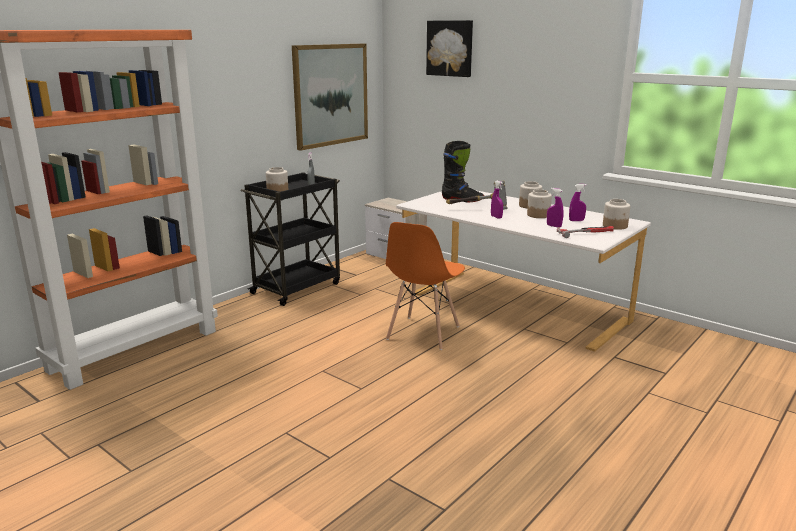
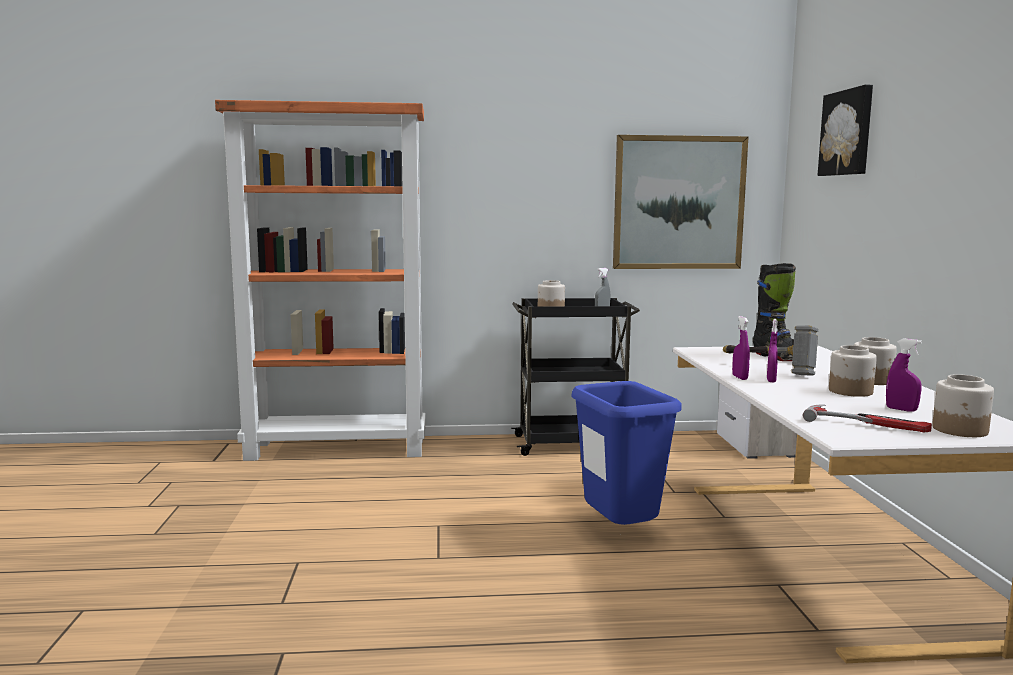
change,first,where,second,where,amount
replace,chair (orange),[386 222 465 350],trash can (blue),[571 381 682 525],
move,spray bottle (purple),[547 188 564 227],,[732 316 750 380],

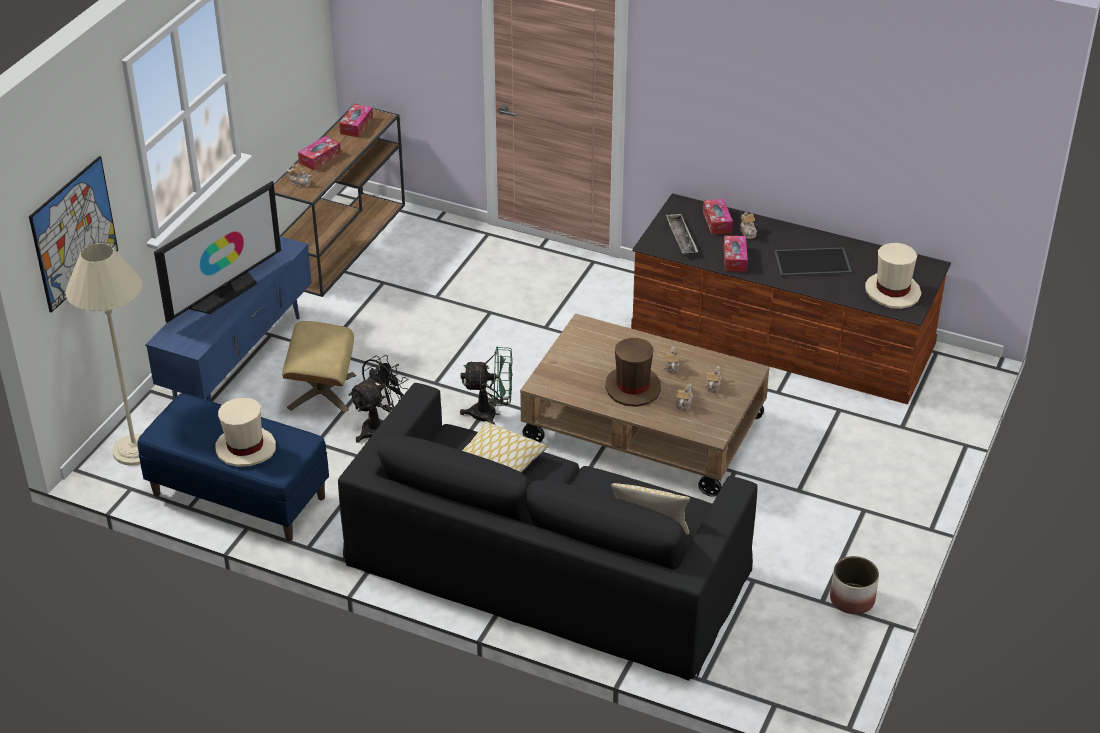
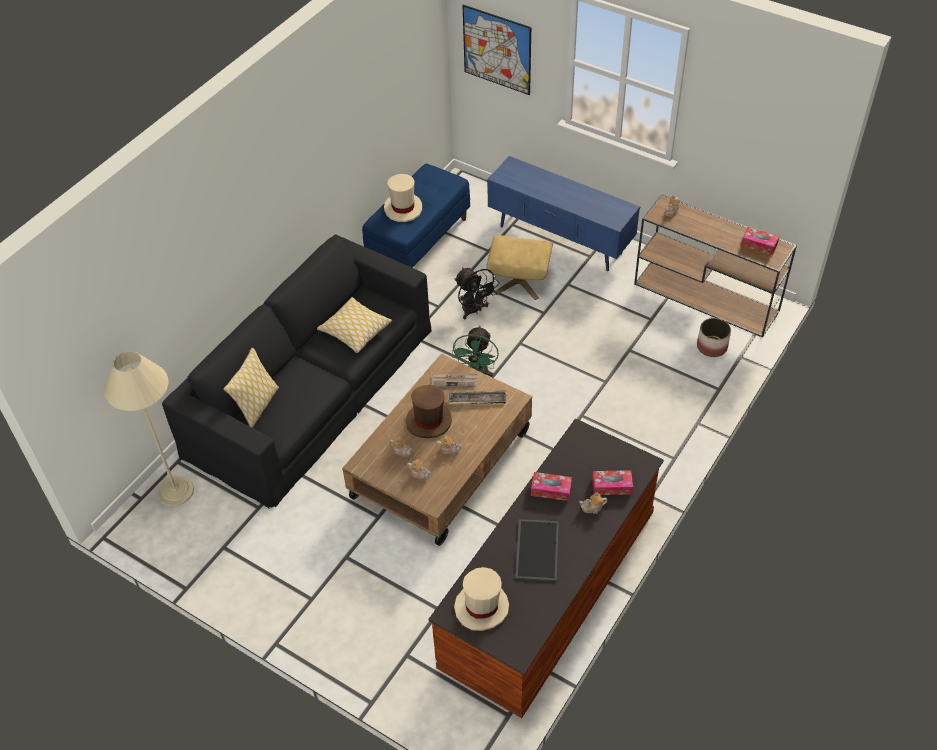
change,first,where,second,where,amount
move,floor lamp (beige),[65 243 142 465],,[104 351 194 506],
delete,television,[154 181 281 323],,,
delete,tissue box,[298 136 341 170],,,
move,tray,[666 214 698 255],,[448 390 507 404],
move,planter,[830 556 879 614],,[697 318 731 357],
insert,,,newspaper,[431 374 477 387],

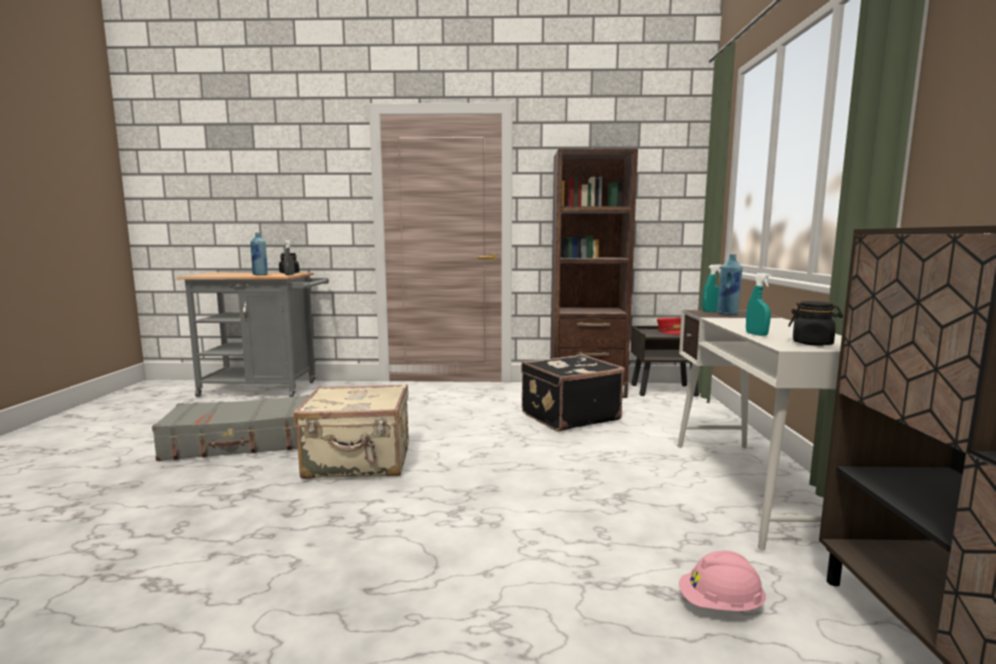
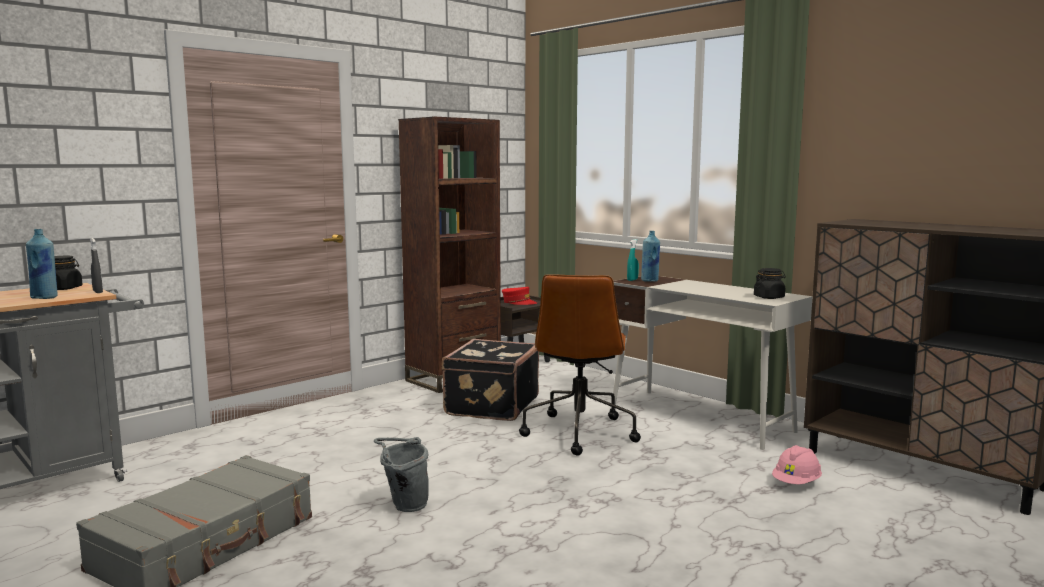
change,first,where,second,where,amount
replace,suitcase (beige),[293 384 409 479],bucket (grey),[374 437 429 512],
delete,spray bottle (turquoise),[746 273 771 336],,,
insert,,,office chair (brown),[519 274 641 456],

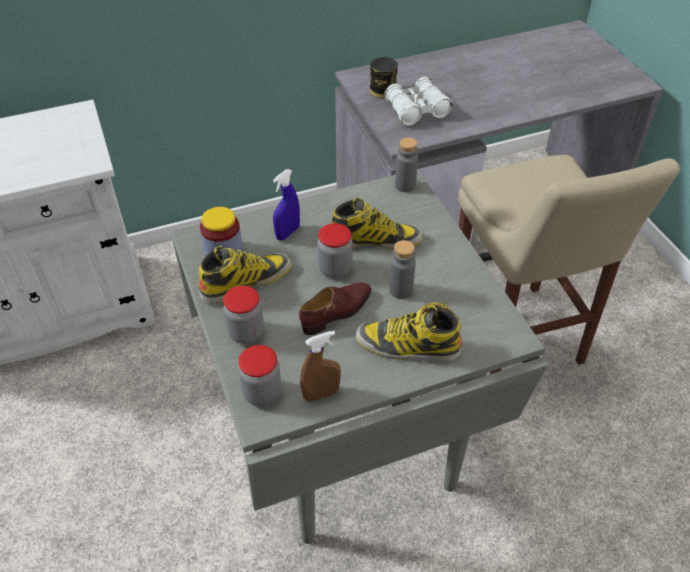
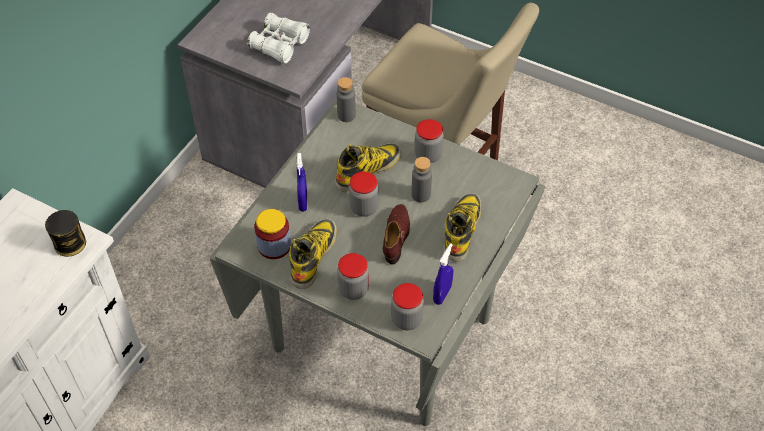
change,first,where,second,where,amount
recolor,spray bottle (brown),[300 331 341 402],spray bottle (blue),[433 243 453 305],
rotate,boot,[356 302 462 362],,[444 193 481 262],135 degrees clockwise
move,can,[369 57 398 98],,[45 210 86 257],
insert,,,jar,[415 119 444 163],

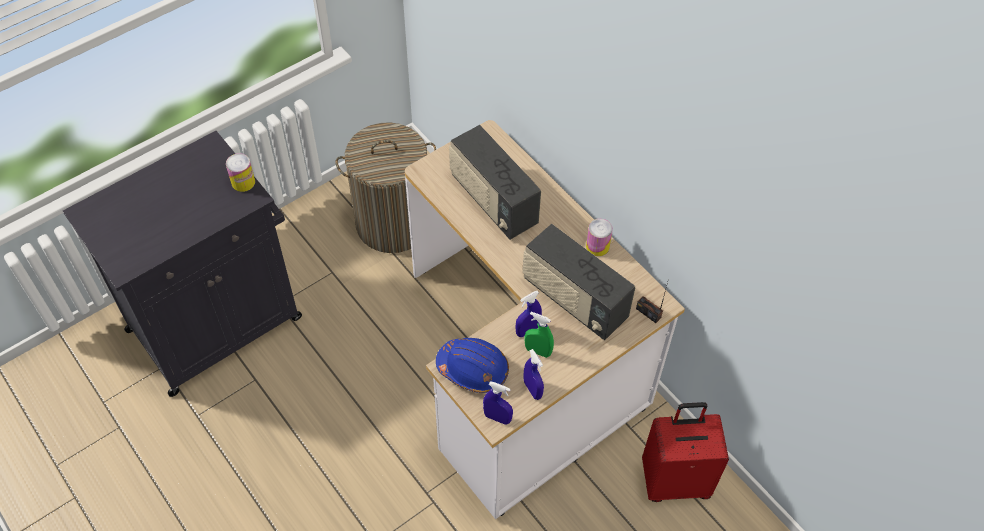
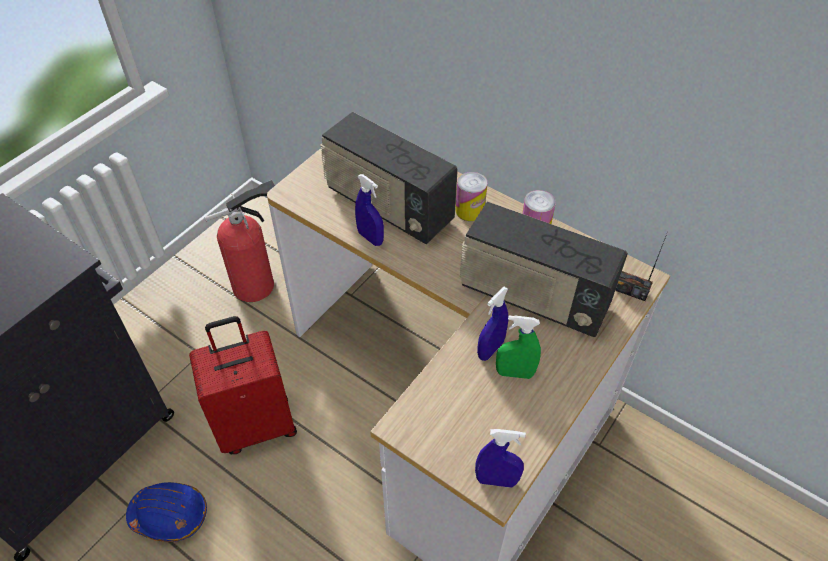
change,first,where,second,where,amount
move,can,[226 153 255 192],,[455 172 488 221],
replace,laundry basket,[336 122 436 253],fire extinguisher,[205 180 275 302],
move,hard hat (blue),[436 338 509 393],,[126 482 207 542],
move,spray bottle (blue),[524 349 544 400],,[355 174 384 246],
move,suitcase (red),[642 402 729 502],,[189 316 297 454],

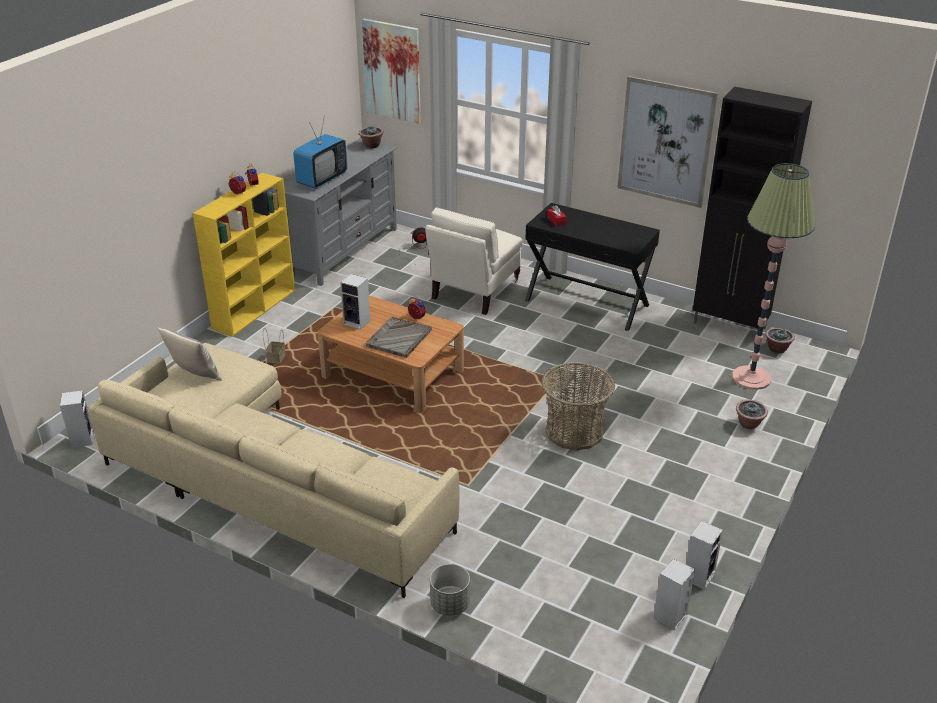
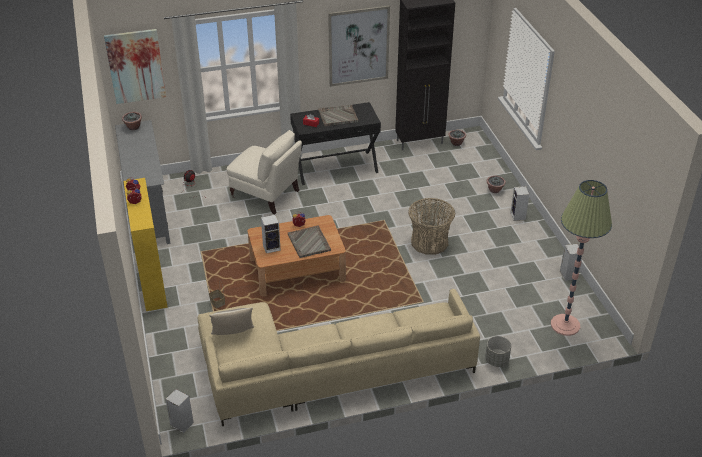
change,first,where,second,where,amount
delete,television,[293 115 347 189],,,
rotate,armchair (beige),[426 207 522 315],,[226 130 302 215],45 degrees counterclockwise
move,speaker,[653 558 695 630],,[511 186 529 221],
move,floor lamp,[732 163 815 390],,[551 180 612 336],
insert,,,tray (grey),[318 105 358 126],

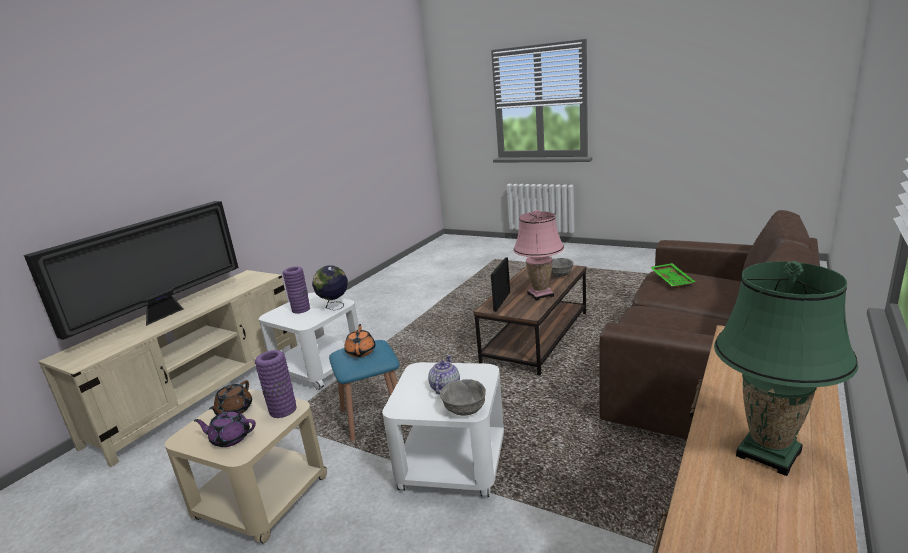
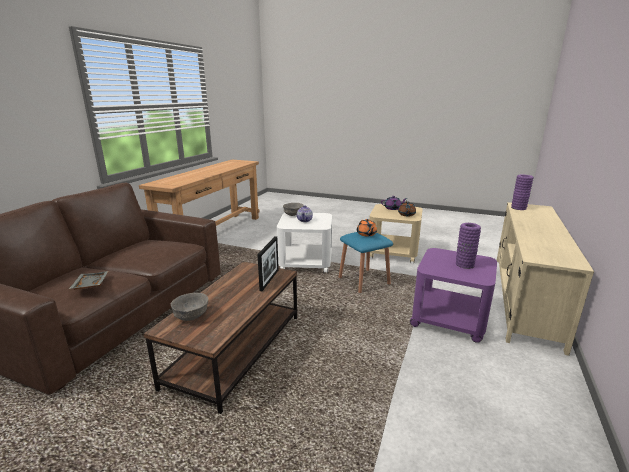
change,first,where,second,where,amount
delete,television,[24 201 239 340],,,
move,vase (purple),[255 350 297 418],,[511 174 534 210],
recolor,side table (white),[259 293 359 390],side table (purple),[410 248 497 343],
delete,globe,[312 265 348 311],,,
delete,table lamp (pink),[513 210 564 301],,,
recolor,tray (green),[650 263 696 288],tray (grey),[69 271 109 290],
delete,table lamp (green),[714 261 858 476],,,

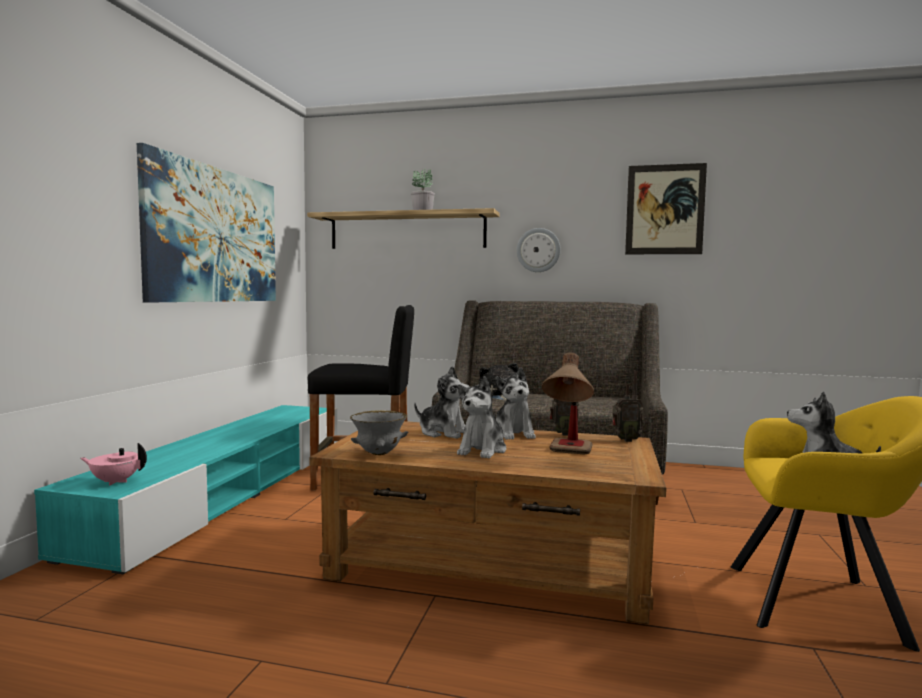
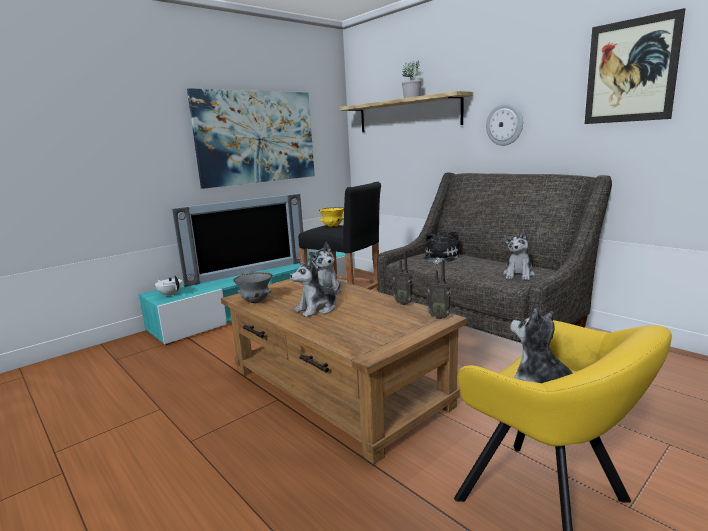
change,first,where,second,where,amount
recolor,teapot (pink),[81 443 147 486],teapot (white),[155 275 182 297],
move,plush toy,[496 368 536 440],,[503 229 535 280],
delete,table lamp,[542 352 594 454],,,
insert,,,television,[171 194 303 287],
insert,,,bowl (yellow),[319 207 344 227],

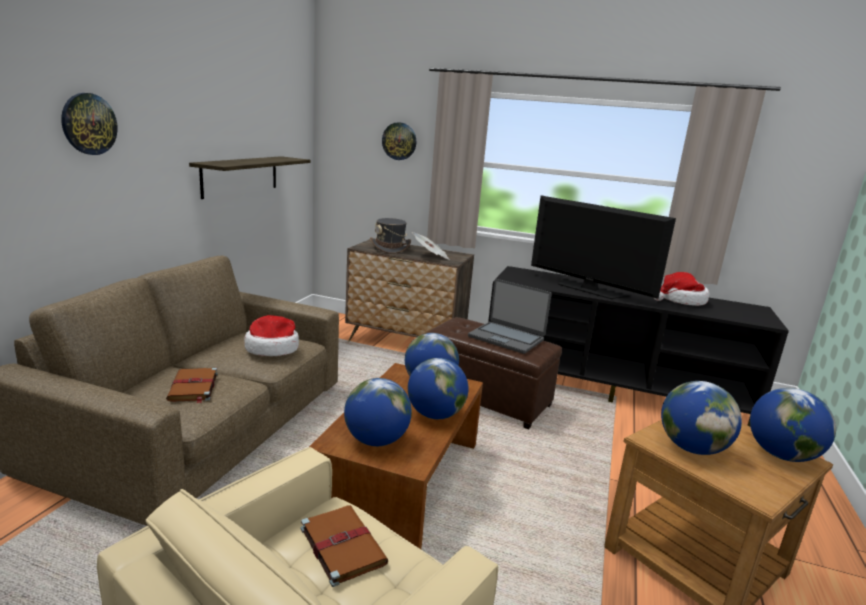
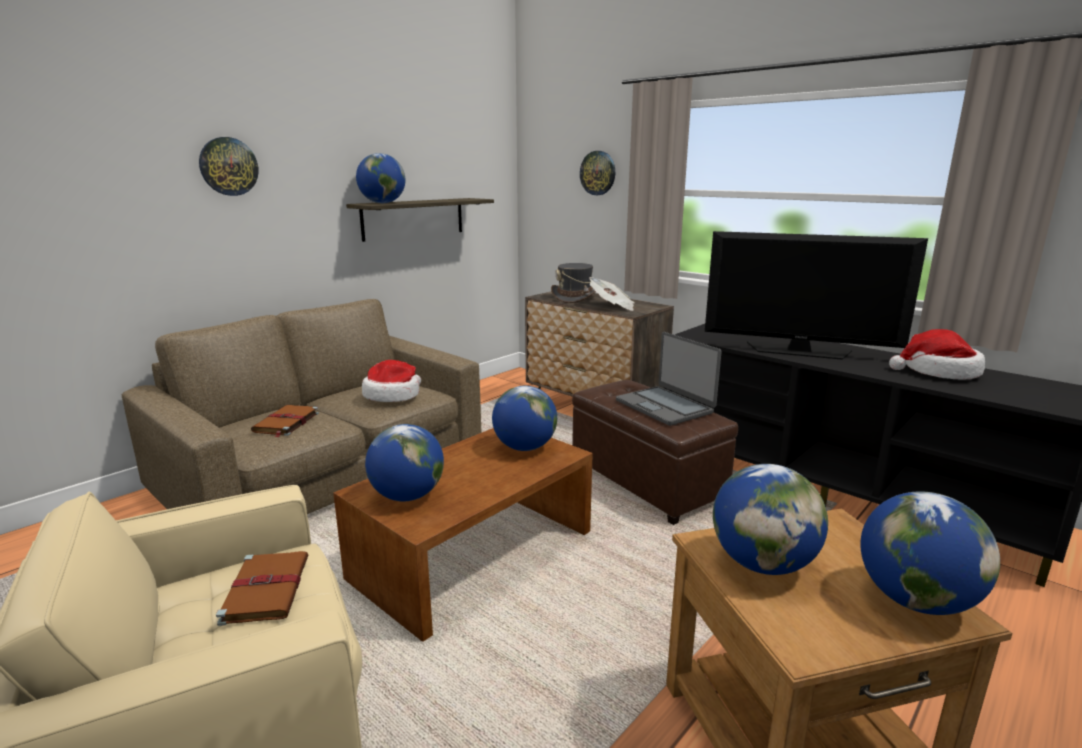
change,first,where,second,where,amount
move,globe,[408 358 468 419],,[356 153 406 203],
rotate,television,[531 196 676 299],,[705 231 928 360],45 degrees counterclockwise

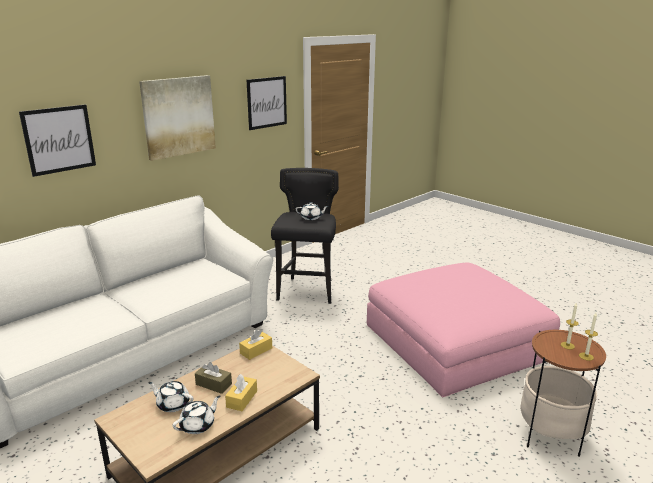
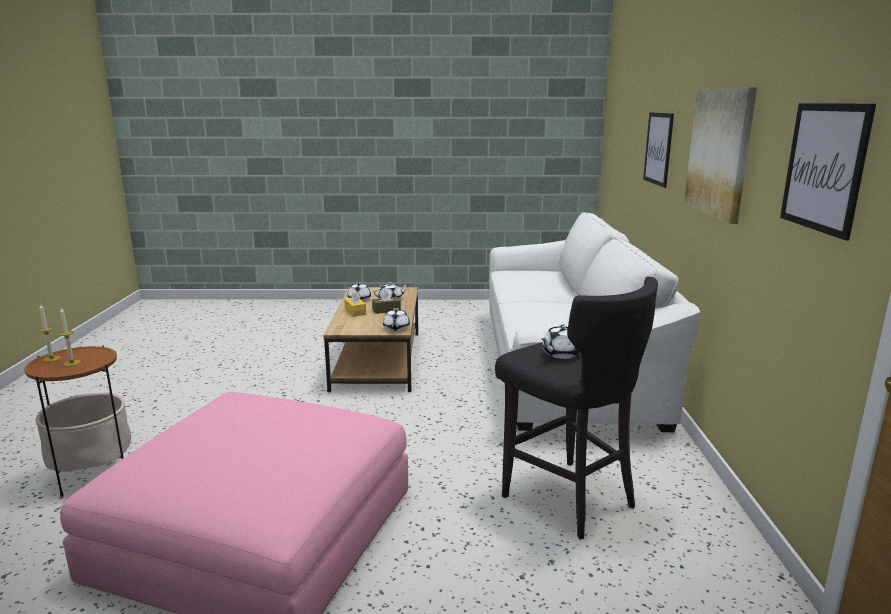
change,first,where,second,where,amount
replace,tissue box (yellow),[239 329 272 360],teapot (white),[383 308 410 331],

